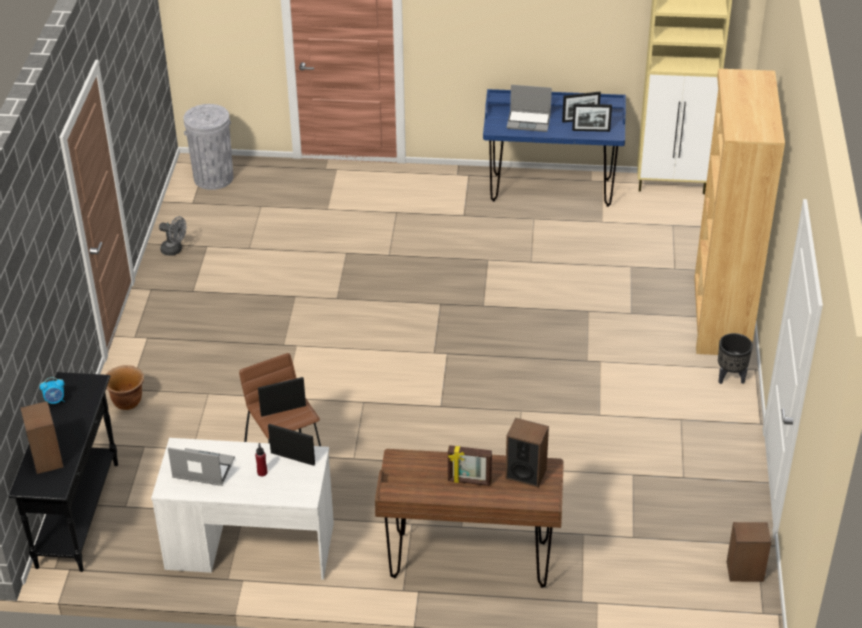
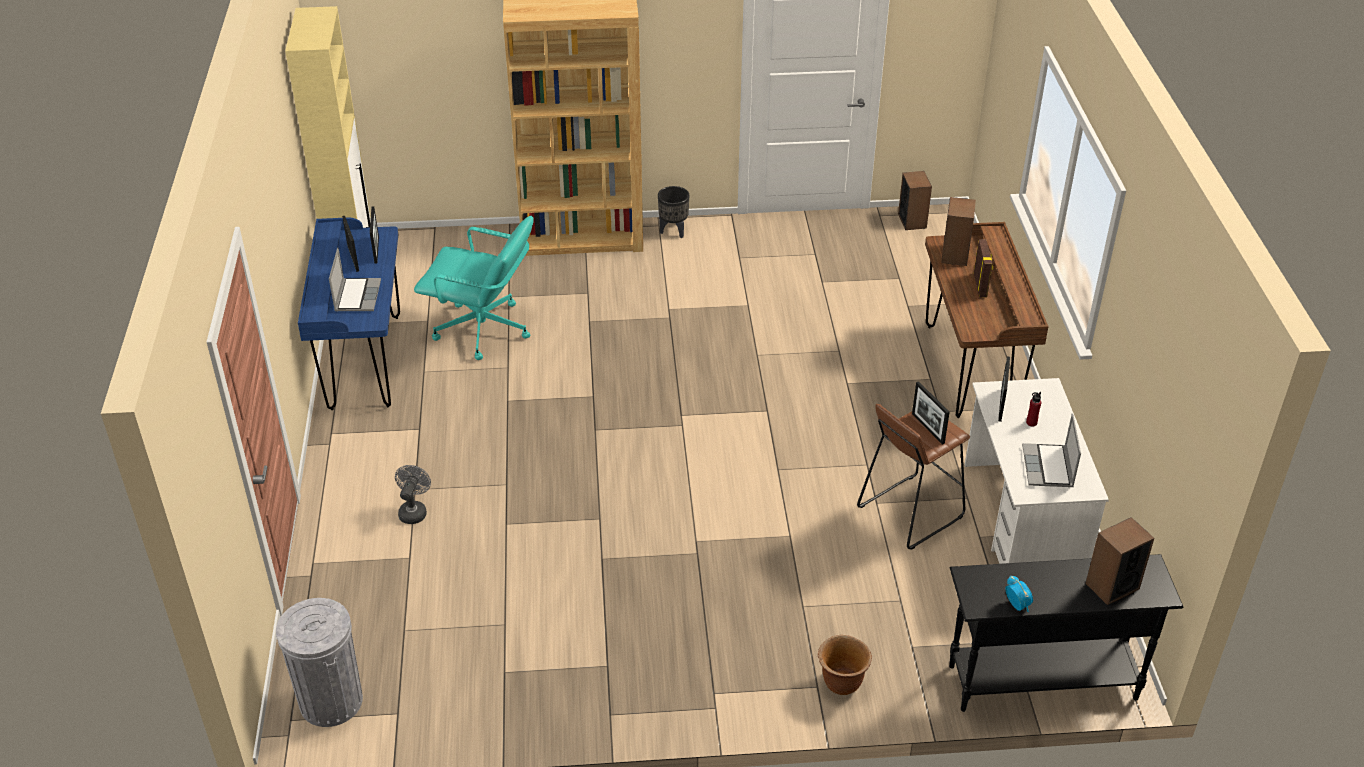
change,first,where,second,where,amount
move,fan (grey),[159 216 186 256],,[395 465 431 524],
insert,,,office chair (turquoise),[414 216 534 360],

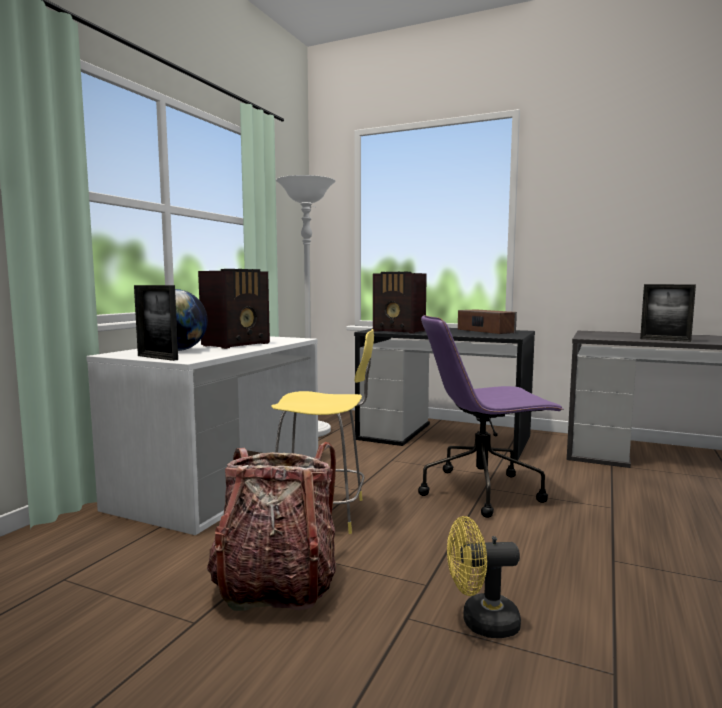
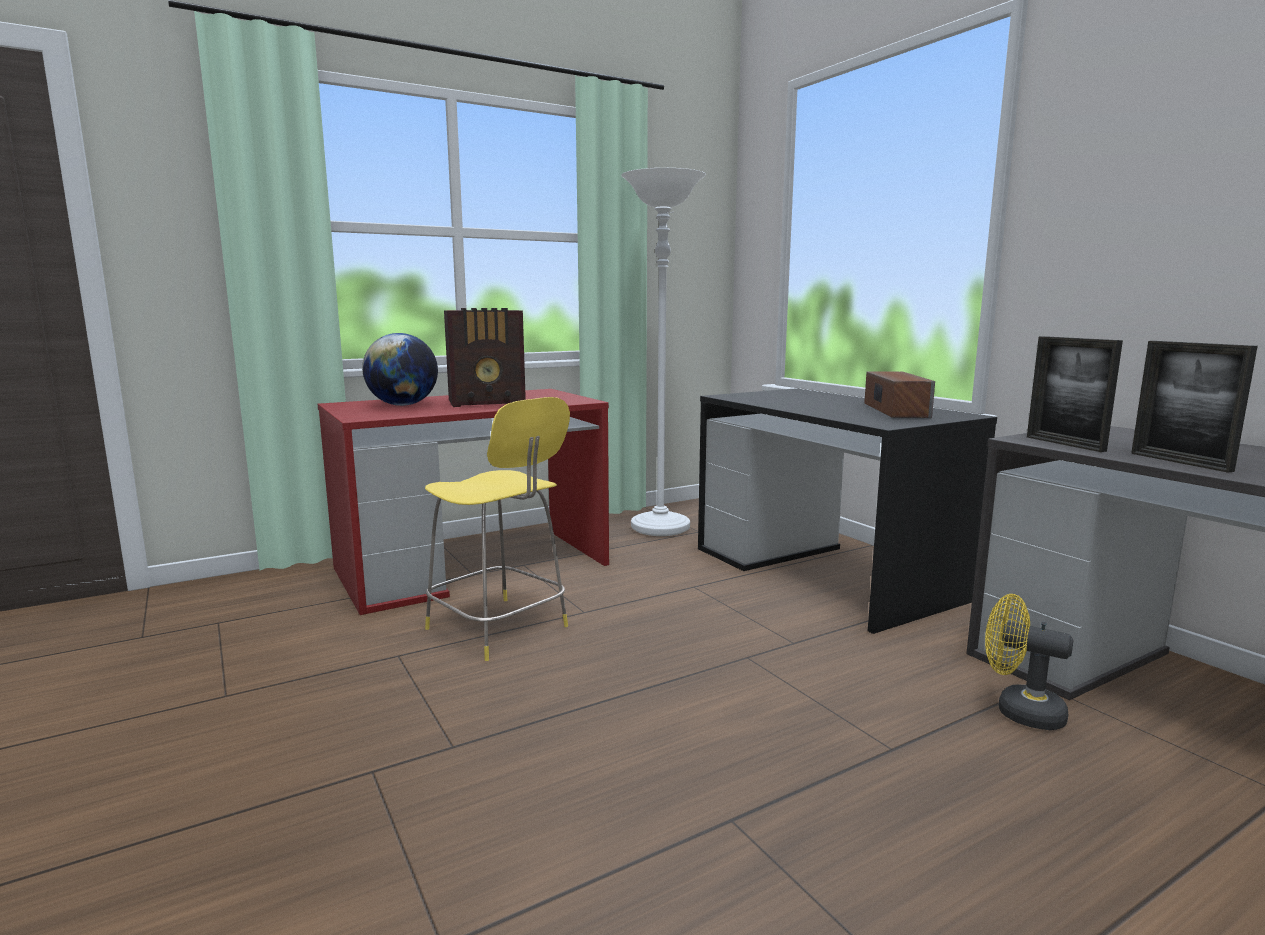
change,first,where,second,where,amount
recolor,desk (white),[86 336 318 535],desk (red),[318 389 609 615],
move,picture frame,[134 285 178 361],,[1027 336 1123 452],
delete,backpack,[207 442 336 611],,,
delete,radio,[373 272 427 333],,,
delete,office chair (purple),[418 315 564 518],,,
move,fan (yellow),[447 516 521 638],,[985 594 1073 730],

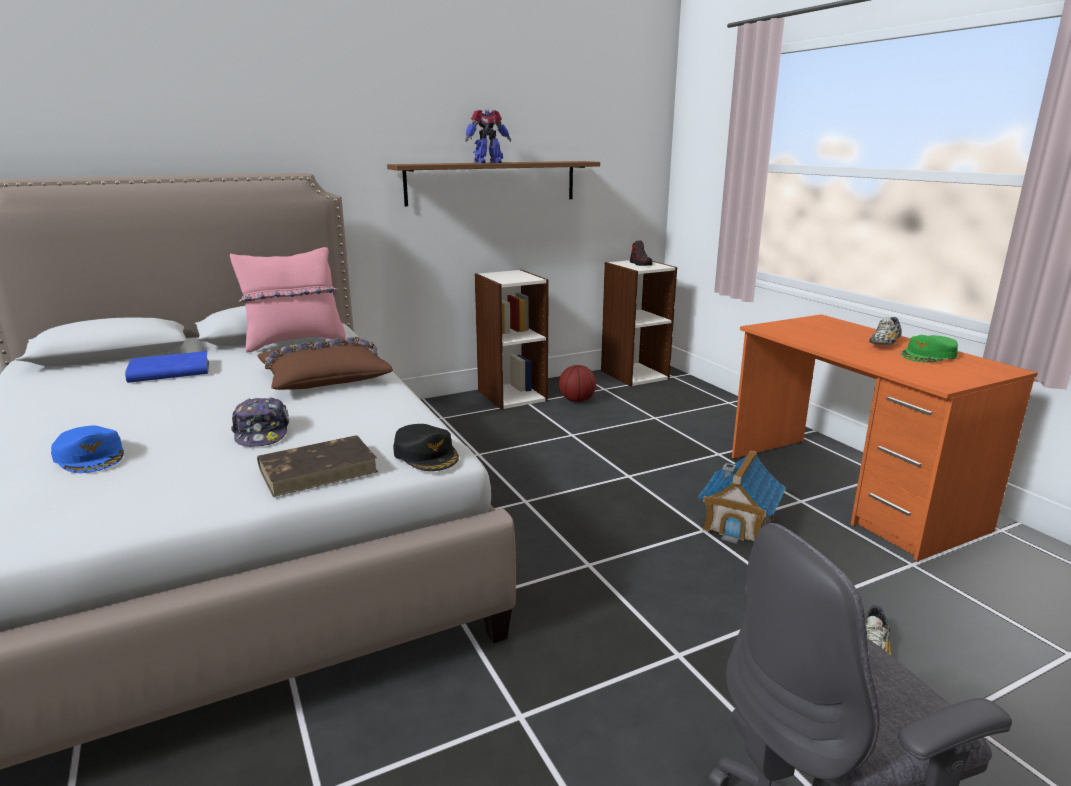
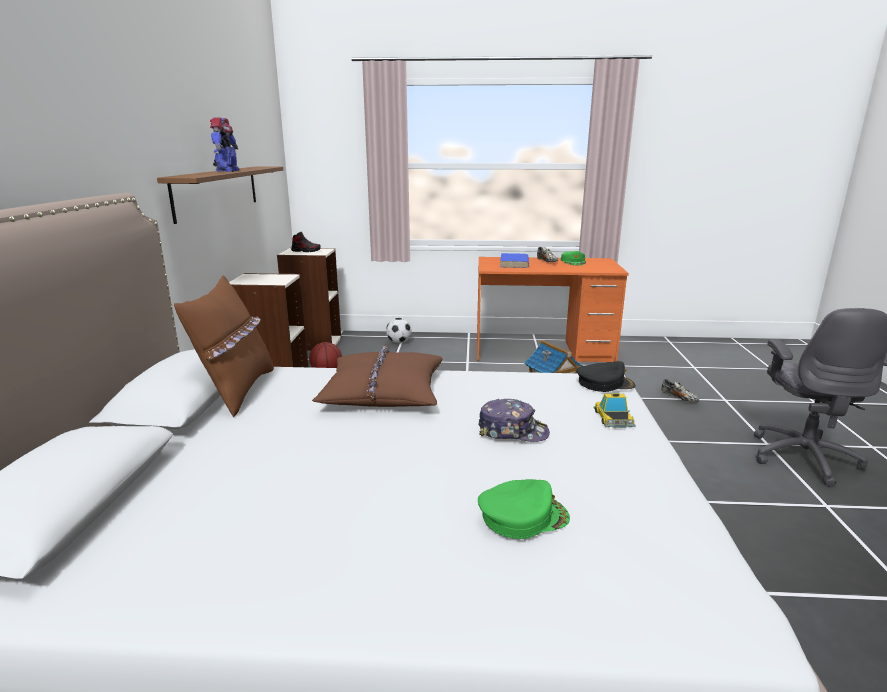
change,first,where,second,where,amount
recolor,cap (blue),[51 426 124 473],cap (green),[478 479 570 539],
move,book (blue),[125 351 209 383],,[500 253 529 268],
recolor,pillow (pink),[230 247 346 353],pillow (brown),[174 276 274 418],
replace,book (brown),[257 435 378 497],toy car,[594 393 636 428],
insert,,,football,[386 318 412 343],

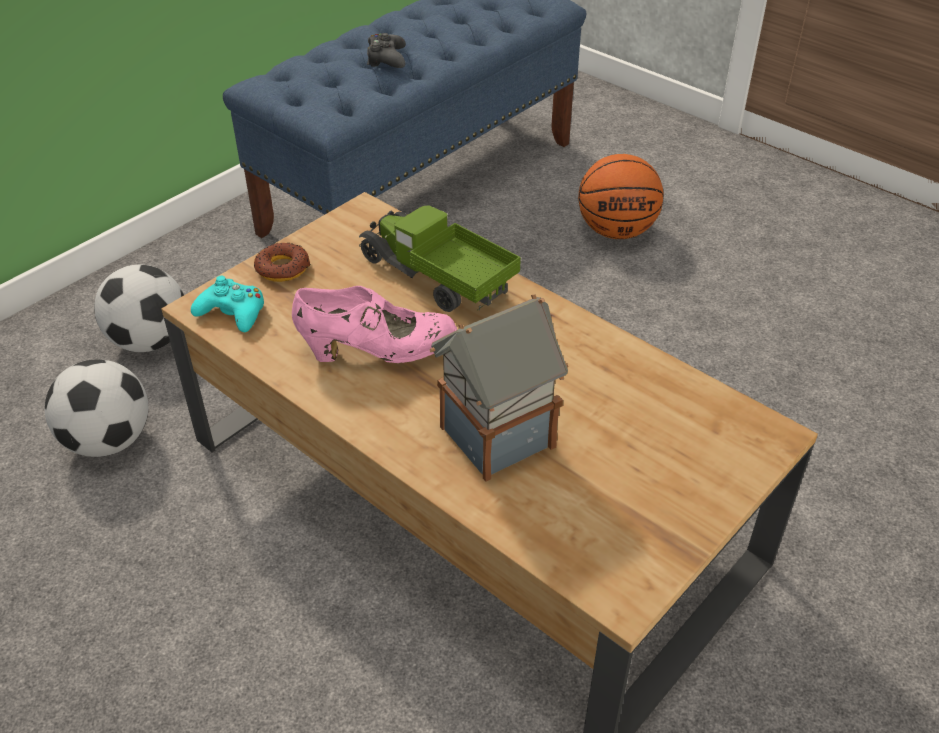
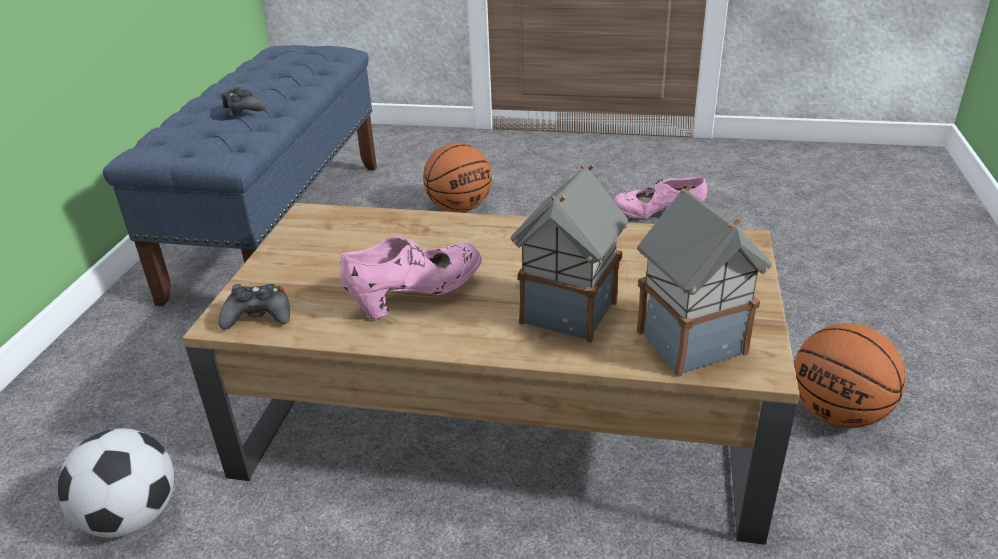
change,first,where,second,where,amount
delete,football,[94 265 184 352],,,
recolor,game controller (turquoise),[191 276 264 332],game controller (black),[219 284 290 330],
delete,donut,[254 243 310 282],,,
delete,toy truck,[359 205 521 312],,,
insert,,,shoe (pink),[614 177 707 219],
insert,,,toy house,[637 185 772 377],
insert,,,basketball,[794 323 906 428],

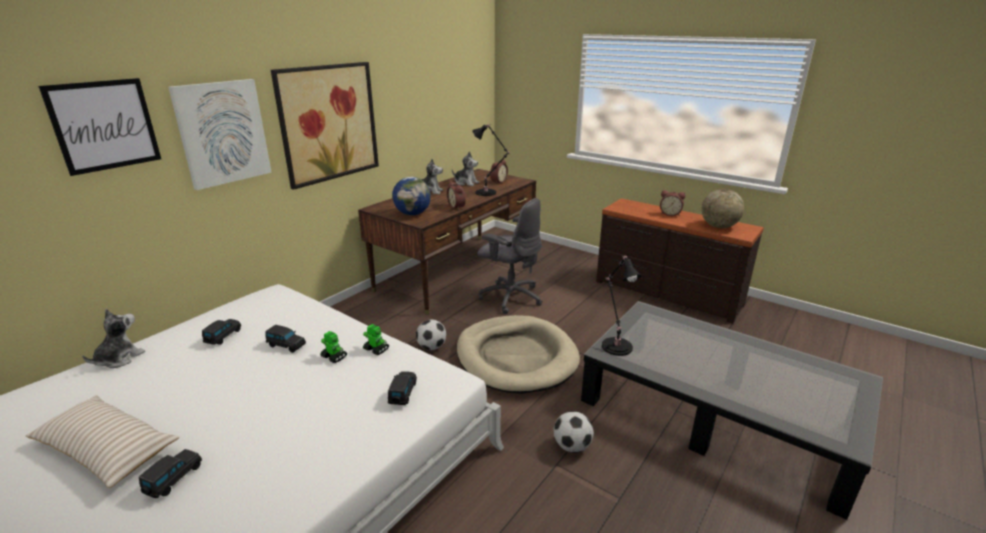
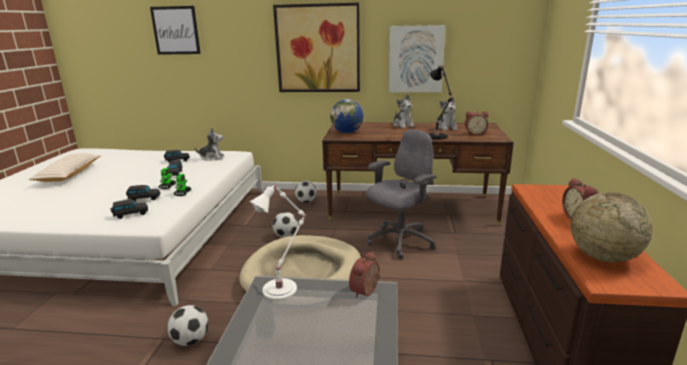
change,first,where,second,where,amount
move,plush toy,[82 309 145 368],,[194 128 224 161],
move,toy car (black),[139 449 202 498],,[126 185 160 201],
move,picture,[168 79 272 190],,[388 25 446 92],
move,alarm clock,[447 182 466 210],,[349 251 380 298],
rotate,office chair (grey),[477 198 542 314],,[366 129 437 259],135 degrees counterclockwise
recolor,table lamp (black),[602 255 641 356],table lamp (white),[250 184 306 300],
insert,,,football,[295 181 317 203],

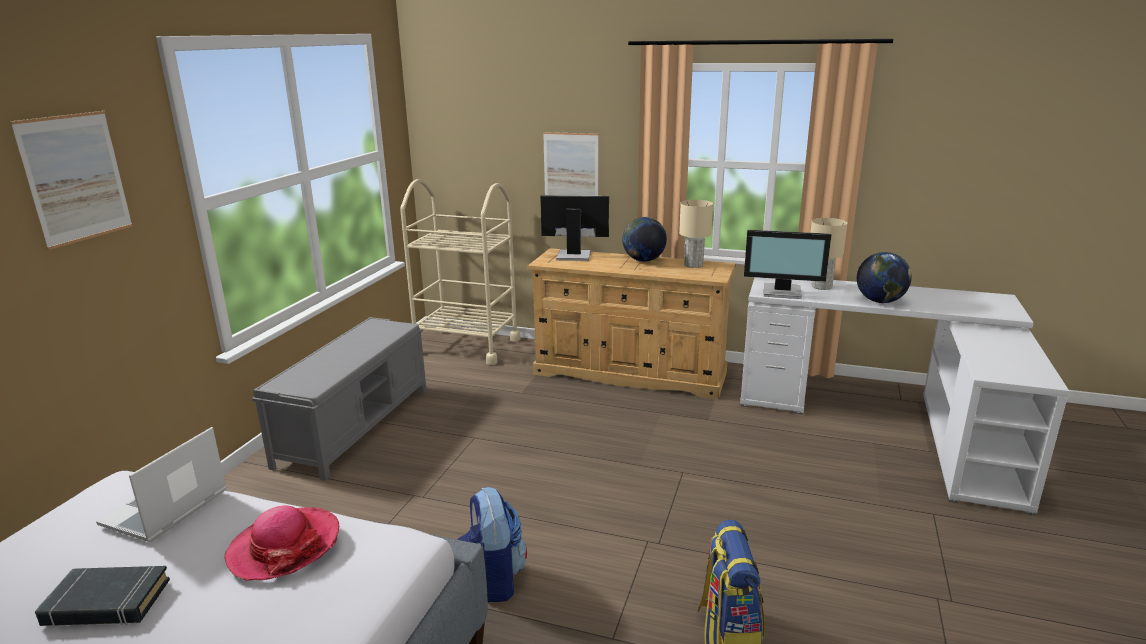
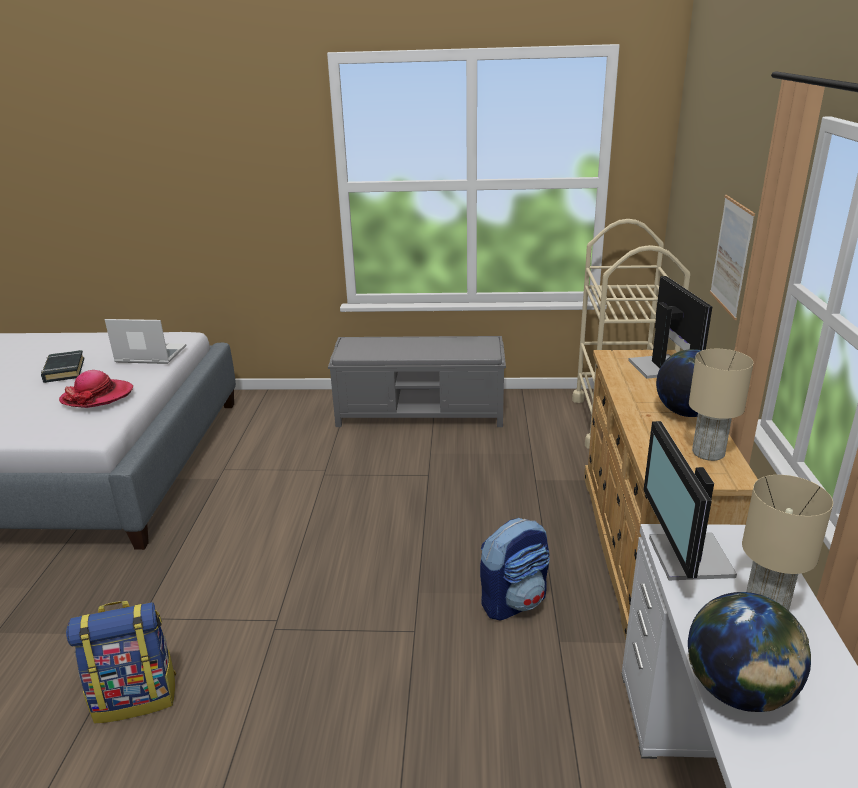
change,first,where,second,where,amount
delete,picture,[10 111 133 250],,,
move,backpack,[457 487 527 602],,[480 518 550 620],

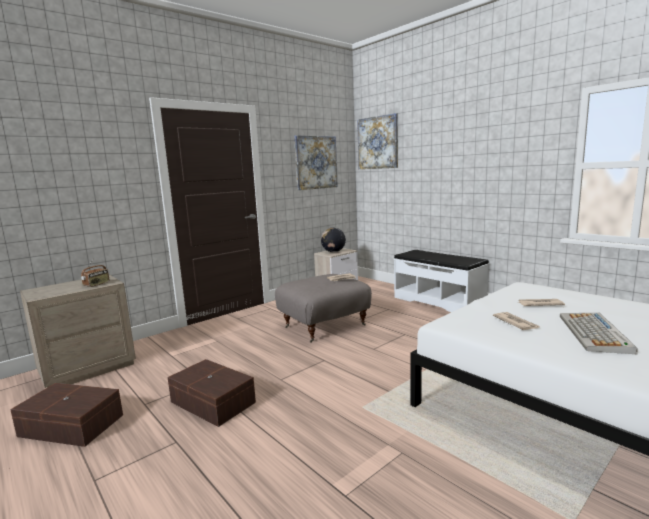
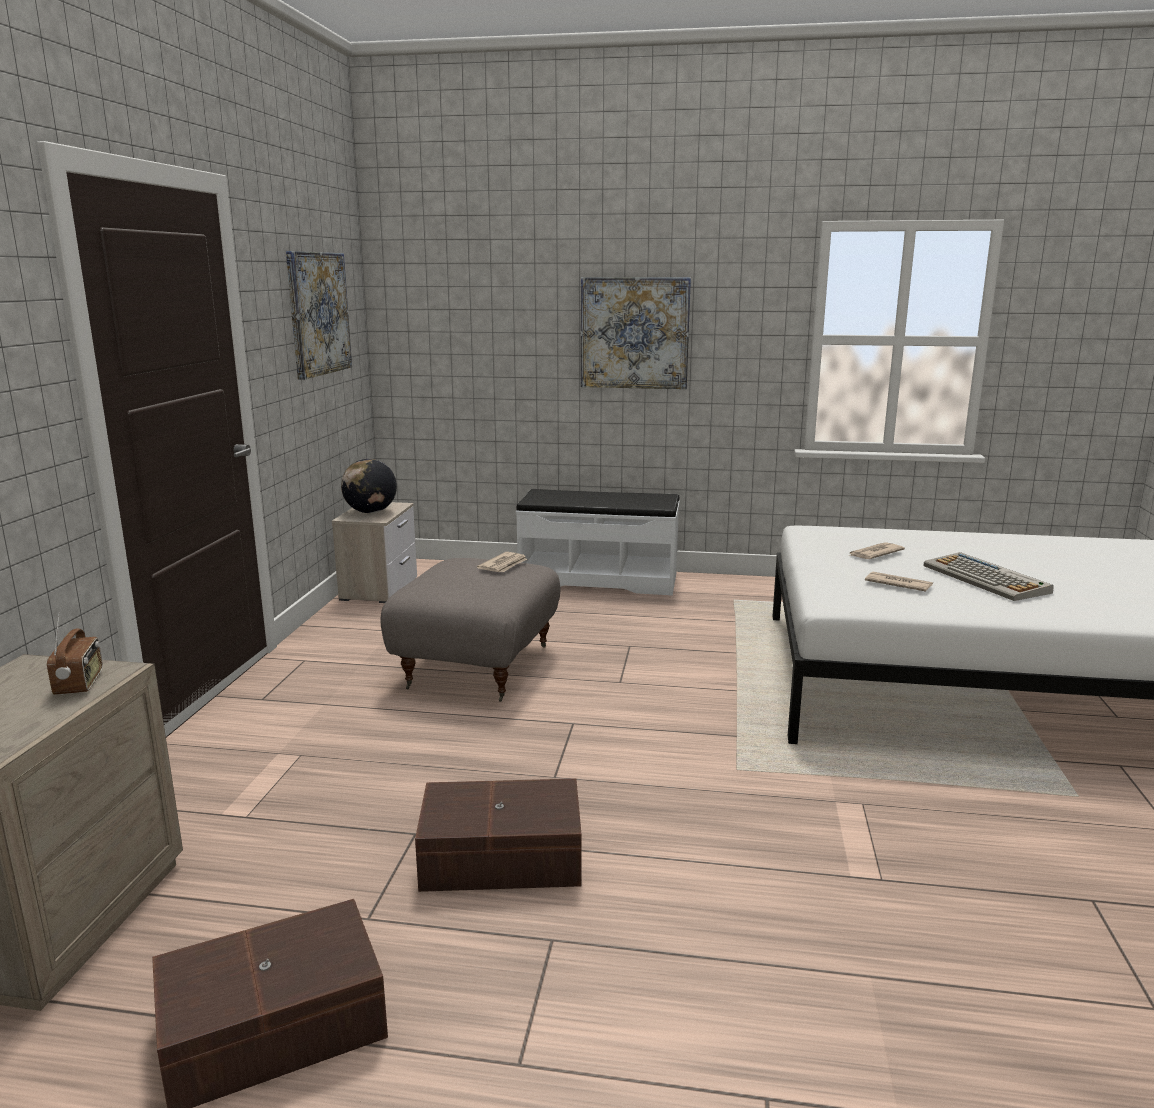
change,first,where,second,where,amount
move,picture,[357 113 398 169],,[581 277 691 389],

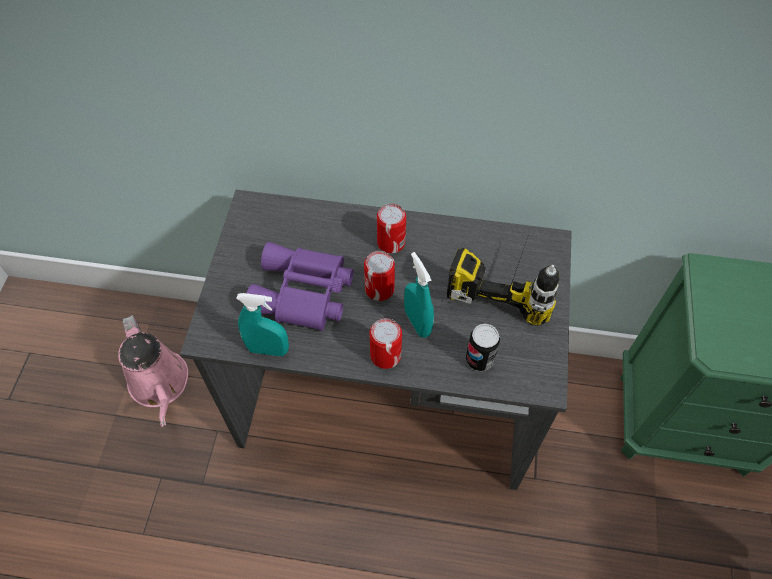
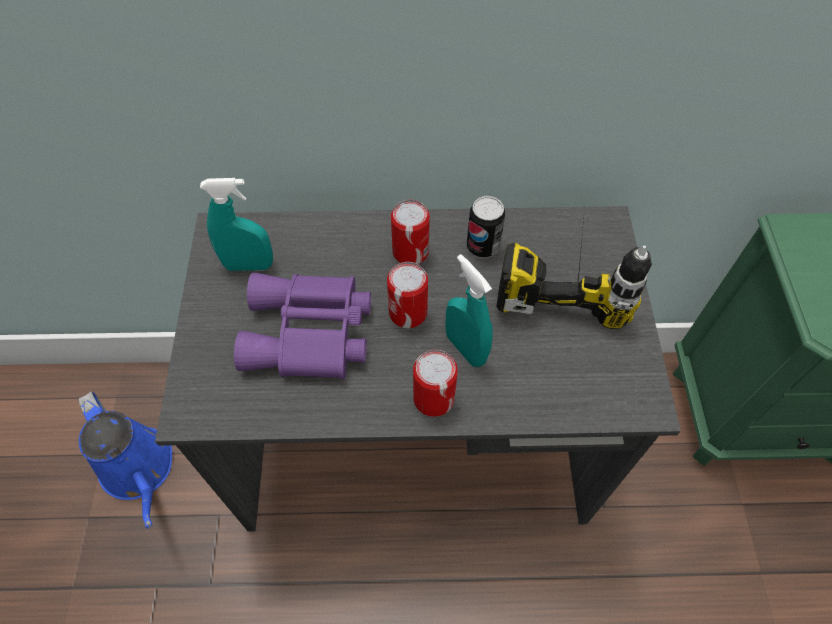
change,first,where,second,where,amount
recolor,watering can (pink),[118 315 188 427],watering can (blue),[79 391 172 529],
move,spray bottle (turquoise),[236 293 289 356],,[200 178 273 271],
move,can,[466 324 500 371],,[467 196 505 258],

